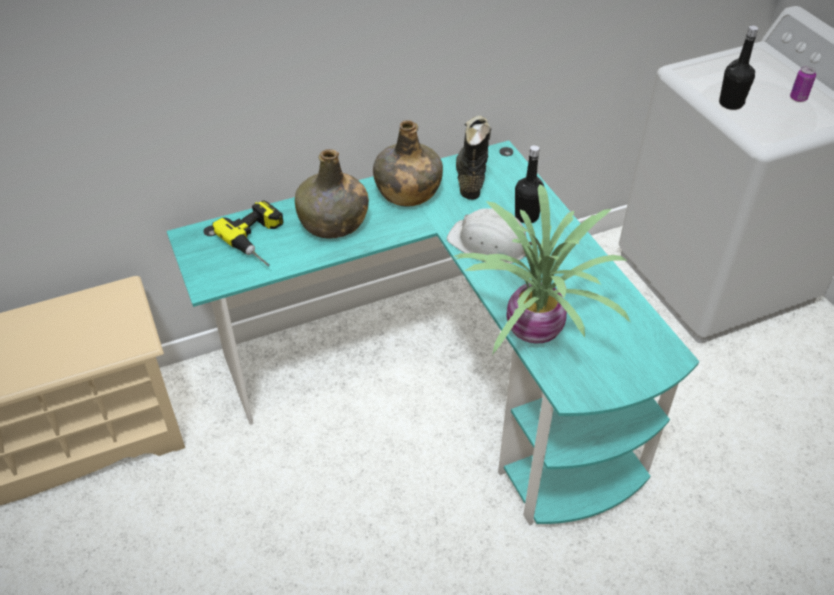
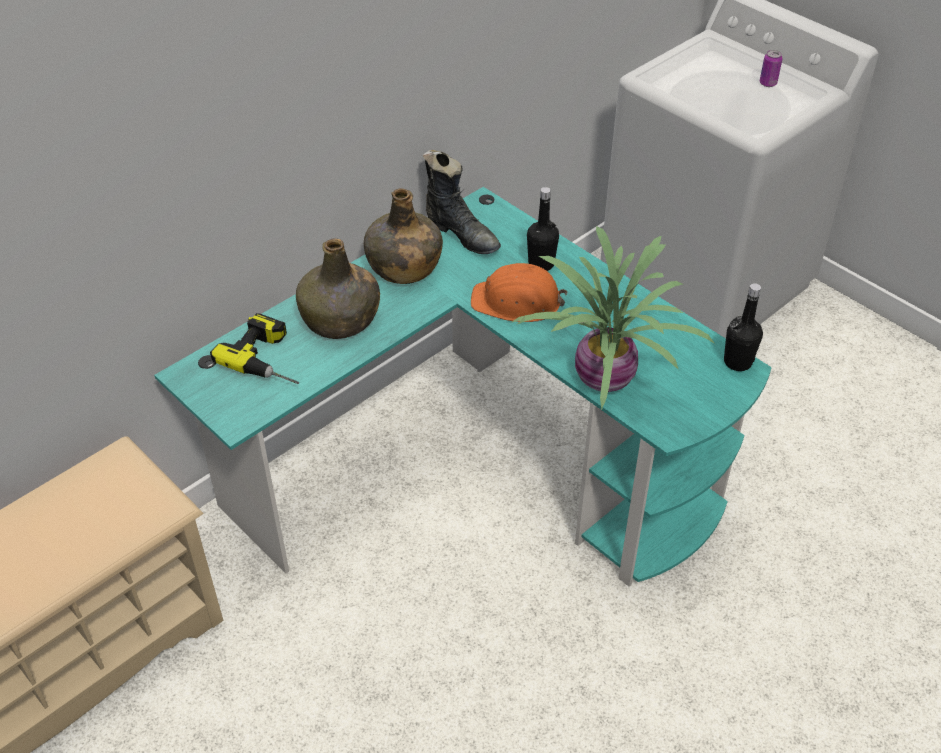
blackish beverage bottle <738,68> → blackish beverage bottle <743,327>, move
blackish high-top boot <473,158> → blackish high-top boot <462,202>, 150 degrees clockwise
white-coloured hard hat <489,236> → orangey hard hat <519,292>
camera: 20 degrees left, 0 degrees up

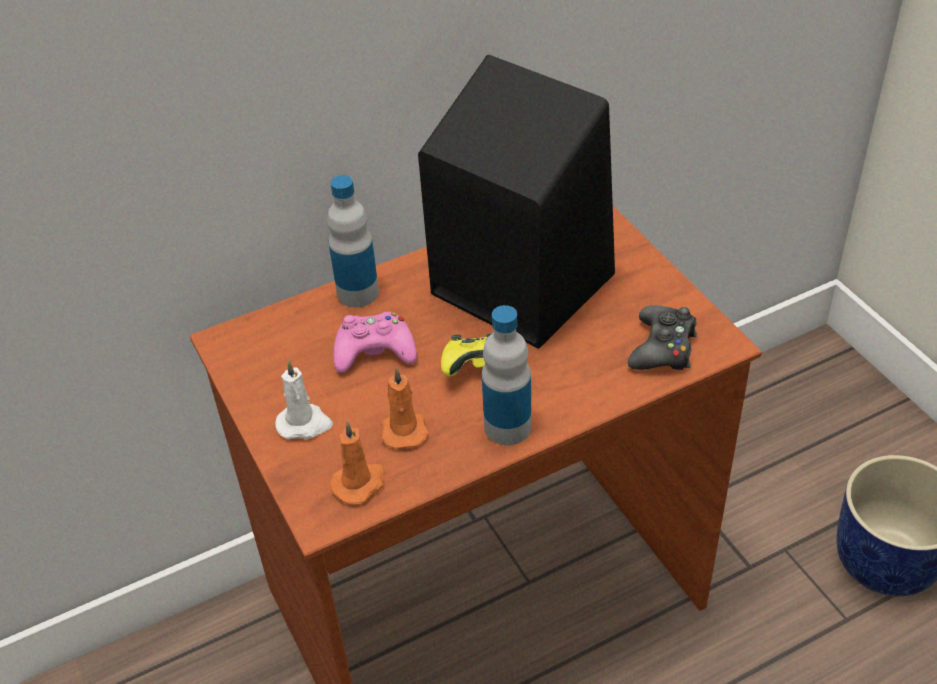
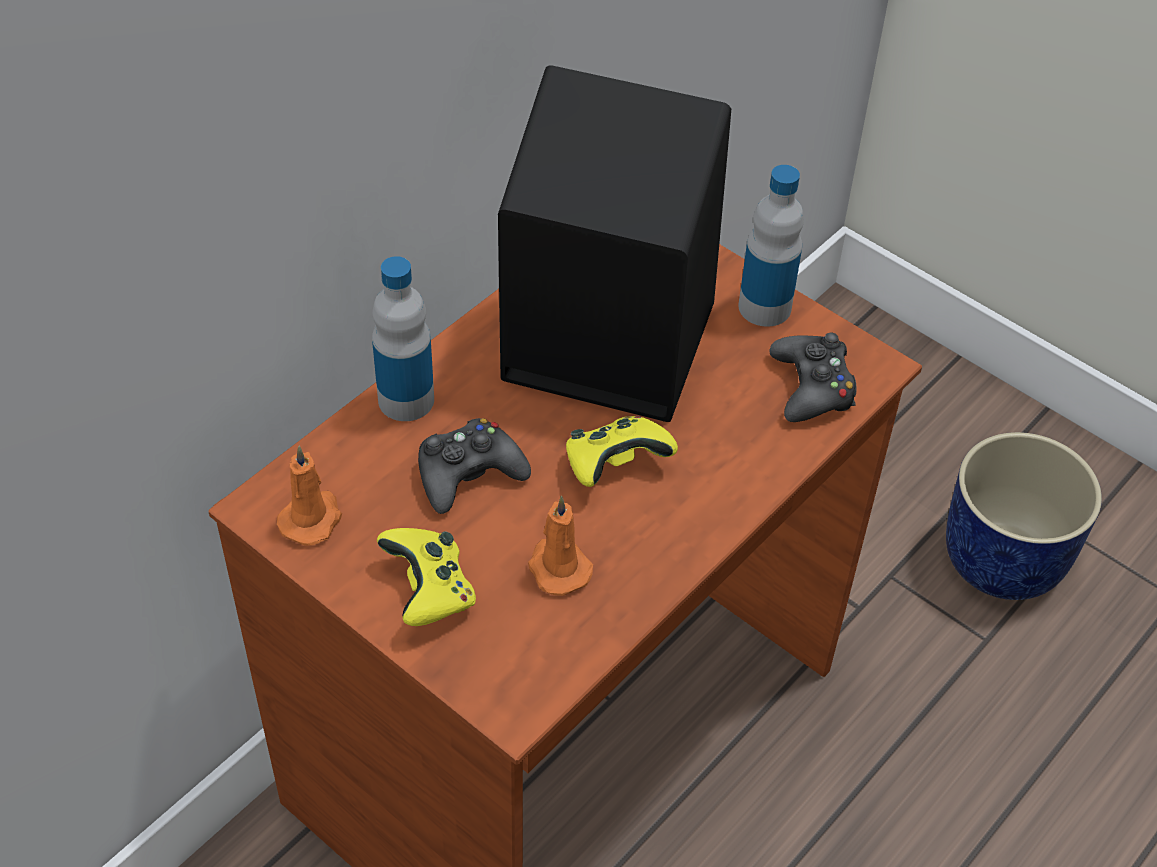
beverage bottle <506,375> → beverage bottle <771,246>, move
pinkish gamepad <375,342> → blackish gamepad <474,466>
white-coloured candle <304,399> → yellow-coloured gamepad <426,577>
orangey candle <358,463> → orangey candle <309,496>, move
camera: 25 degrees left, 5 degrees up

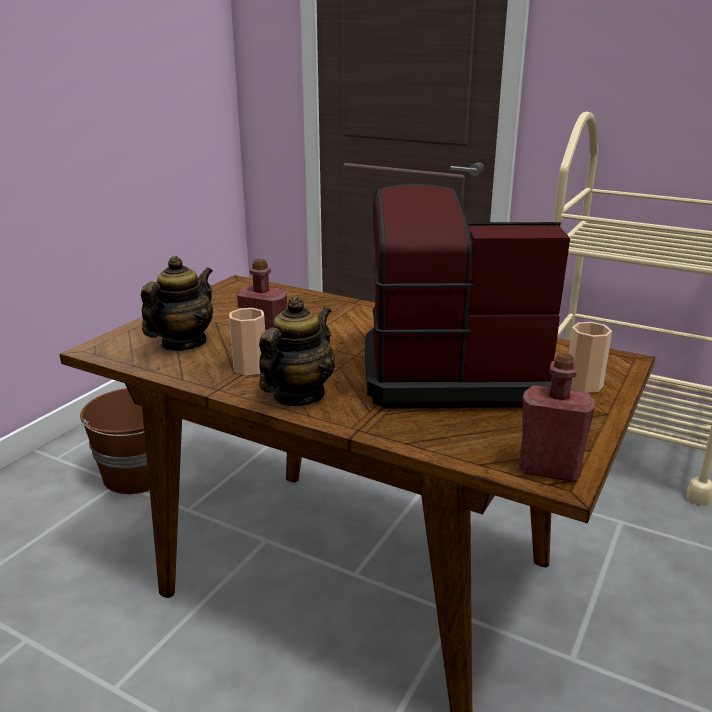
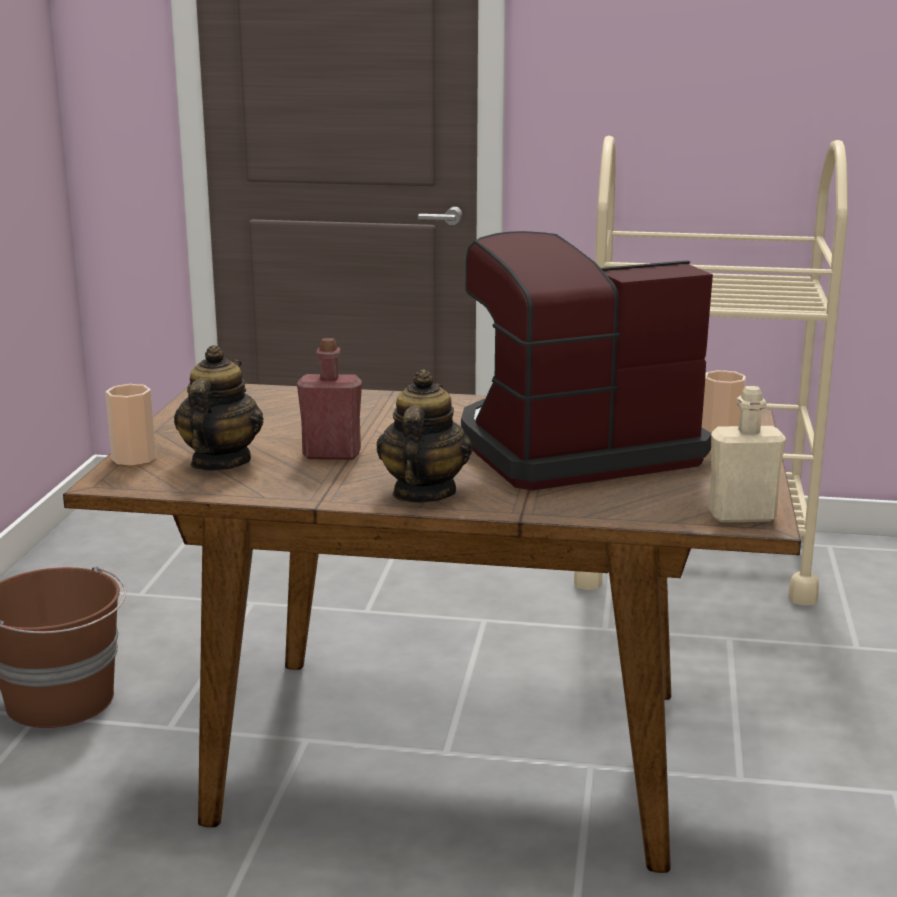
cup <247,342> → cup <131,425>, move
red-coloured beverage bottle <557,417> → beige beverage bottle <747,454>
camera: 20 degrees left, 5 degrees down

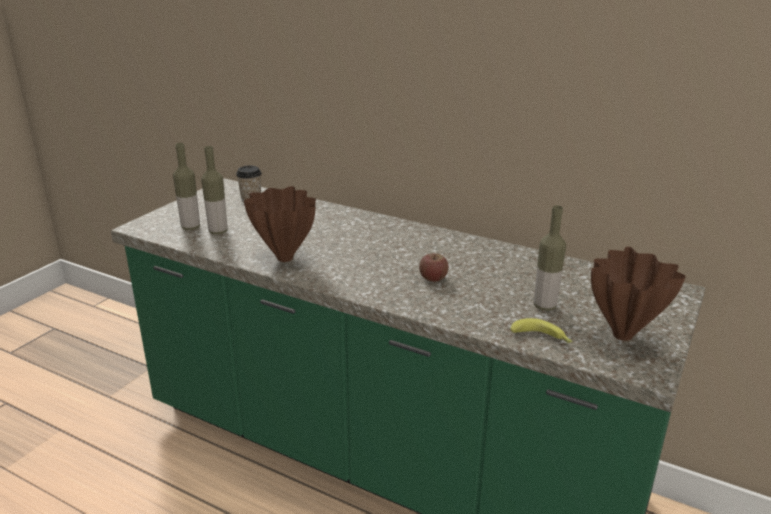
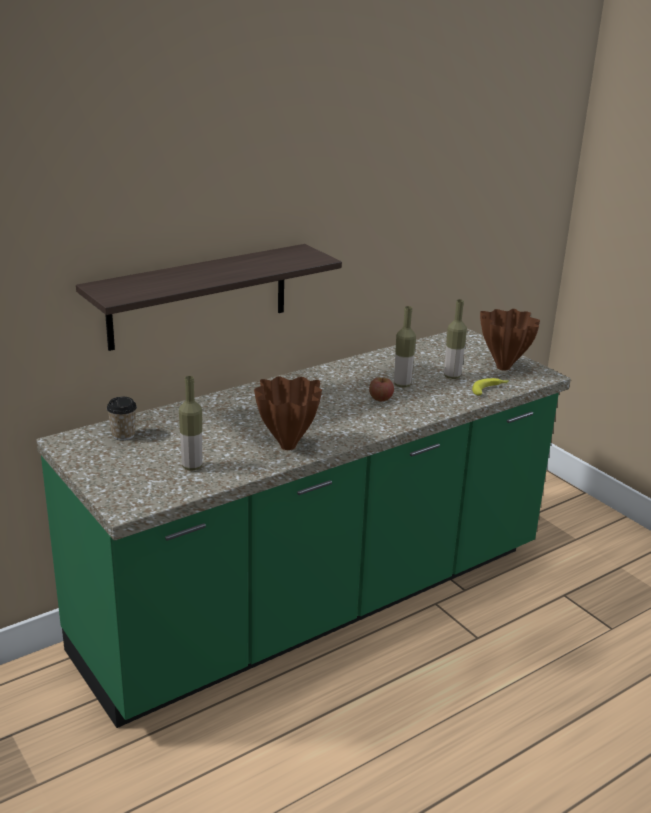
beverage bottle <186,186> → beverage bottle <405,346>, move
- → shelf <209,297>
camera: 65 degrees left, 0 degrees up

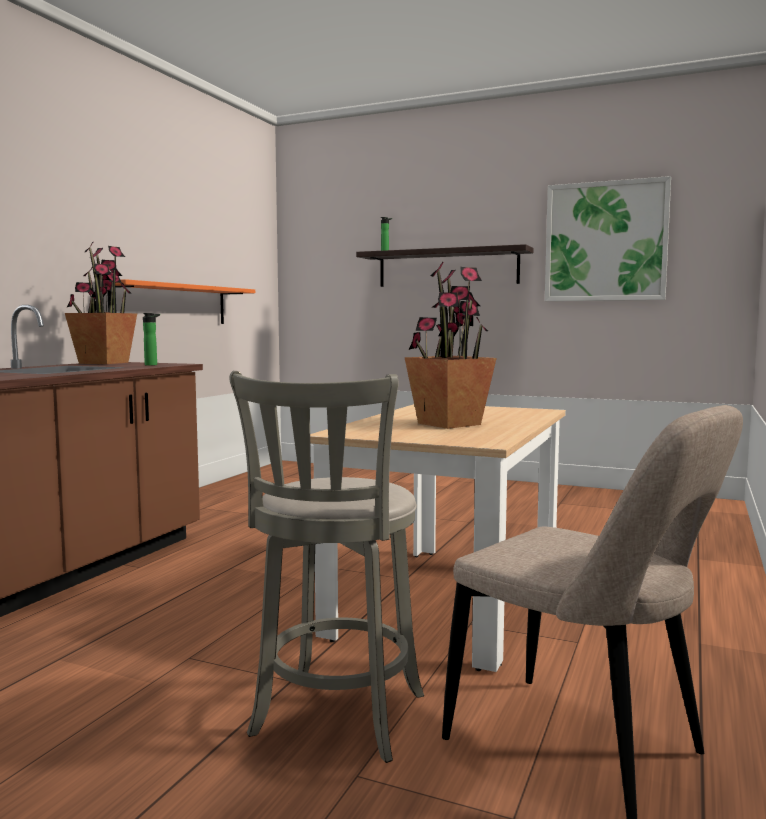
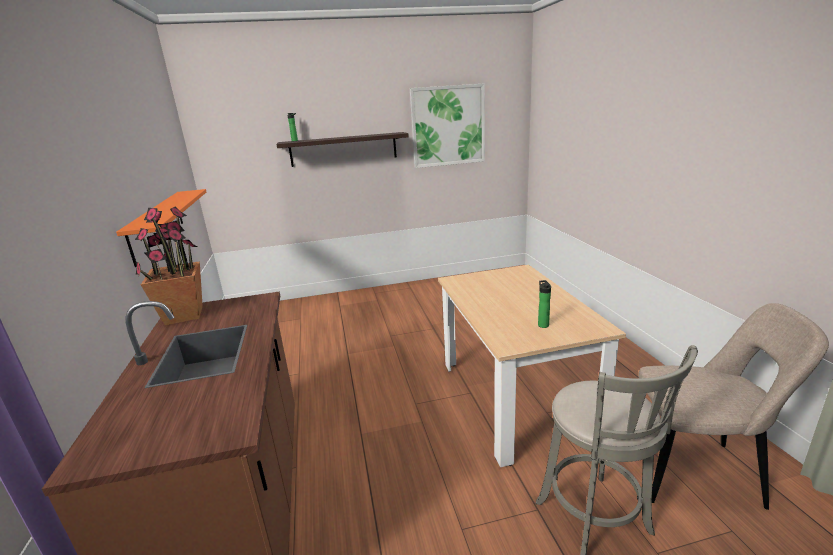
houseplant <450,345> → -
beverage bottle <151,339> → beverage bottle <544,304>, move
camera: 35 degrees left, 15 degrees up

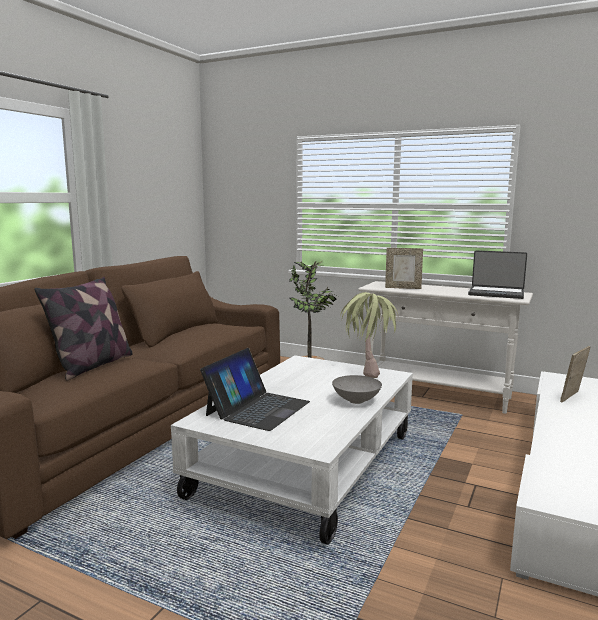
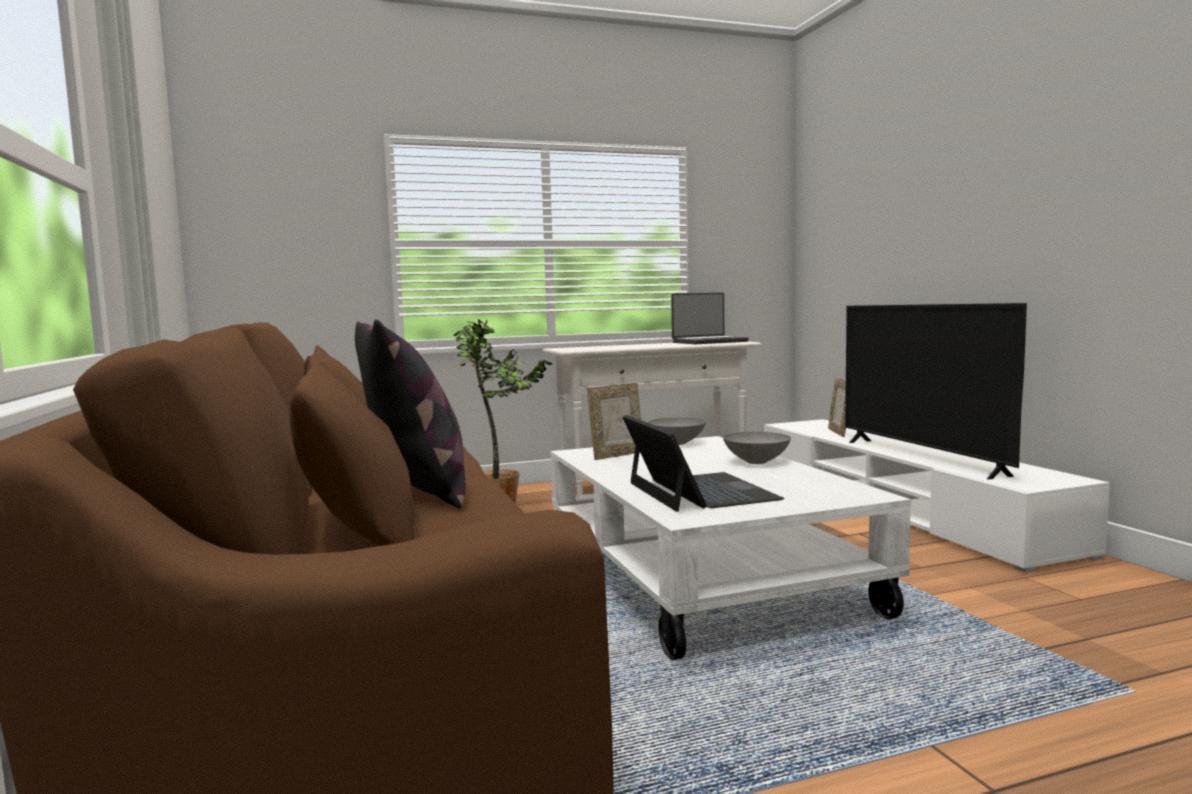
standing frame <404,268> → standing frame <614,421>, move
houseplant <369,335> → greyish bowl <677,431>
- → television <936,391>
camera: 45 degrees left, 5 degrees down

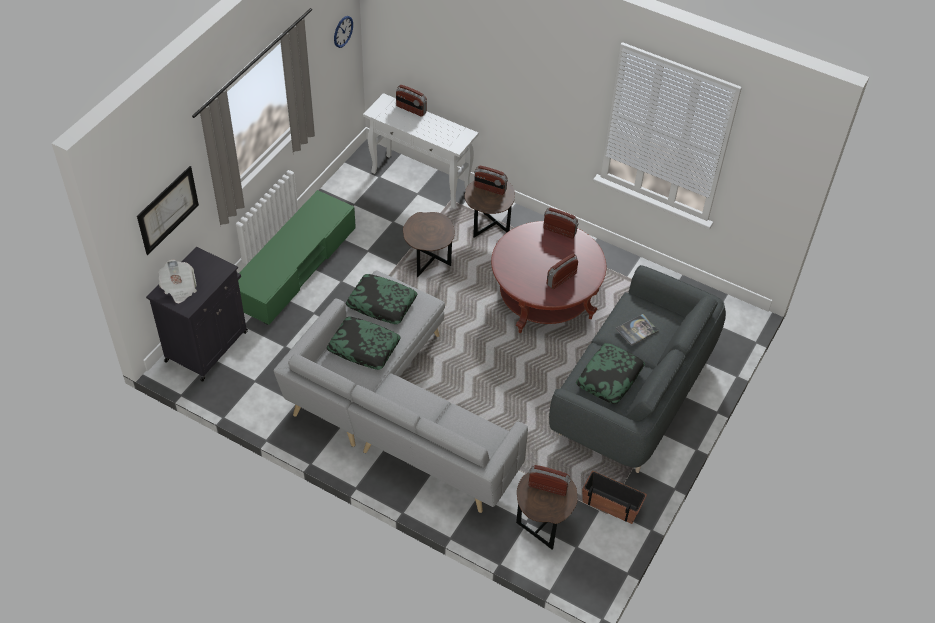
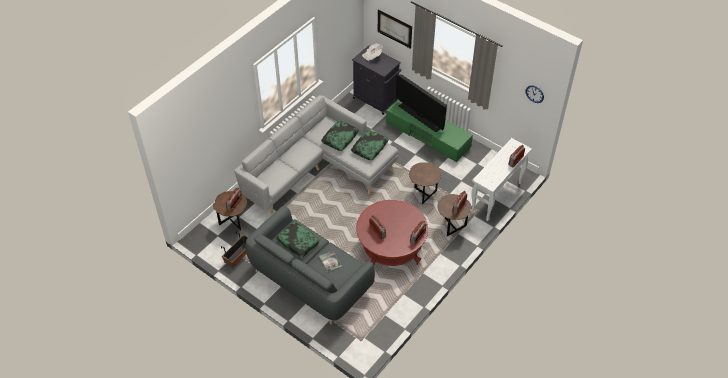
- → television <421,103>
camera: 100 degrees right, 0 degrees up

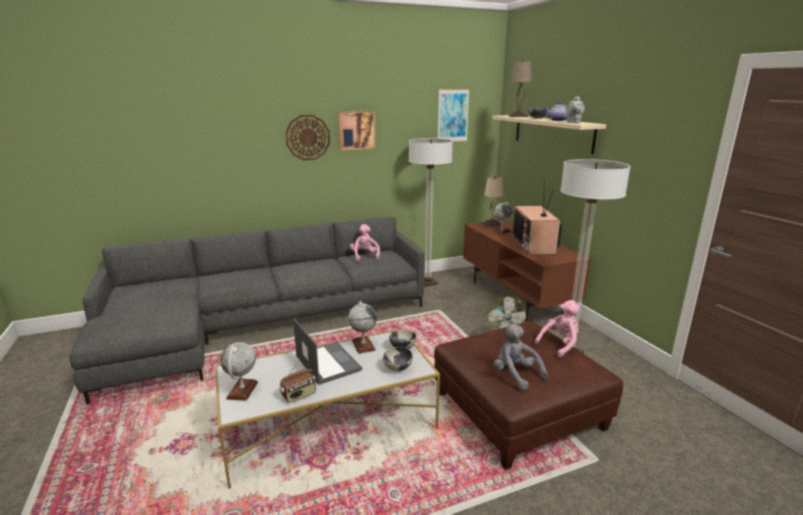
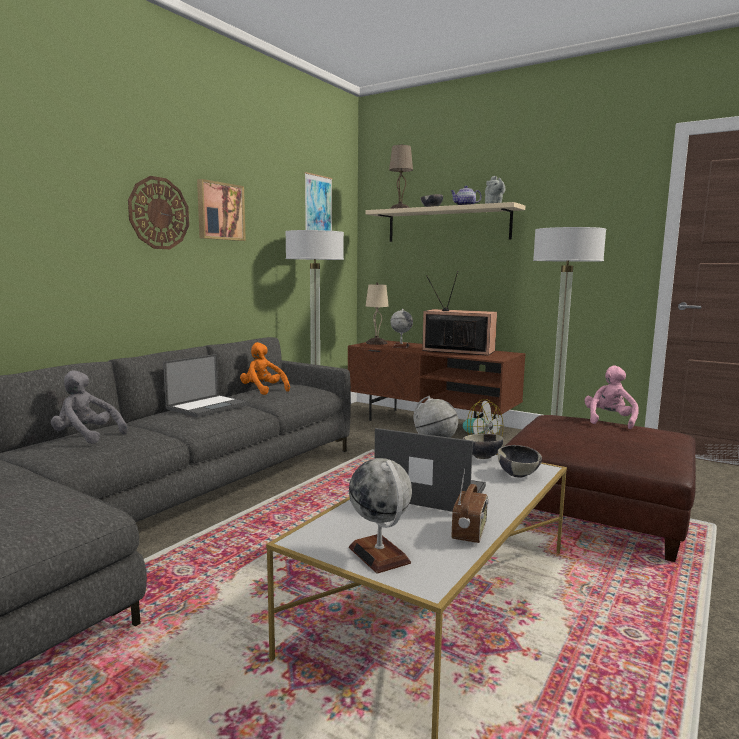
television <537,217> → television <459,313>, 150 degrees clockwise
pinkish cuddly toy <365,242> → orangey cuddly toy <265,368>
greyish cuddly toy <521,357> → greyish cuddly toy <89,407>, move
- → portable computer <206,385>
camera: 35 degrees left, 10 degrees down

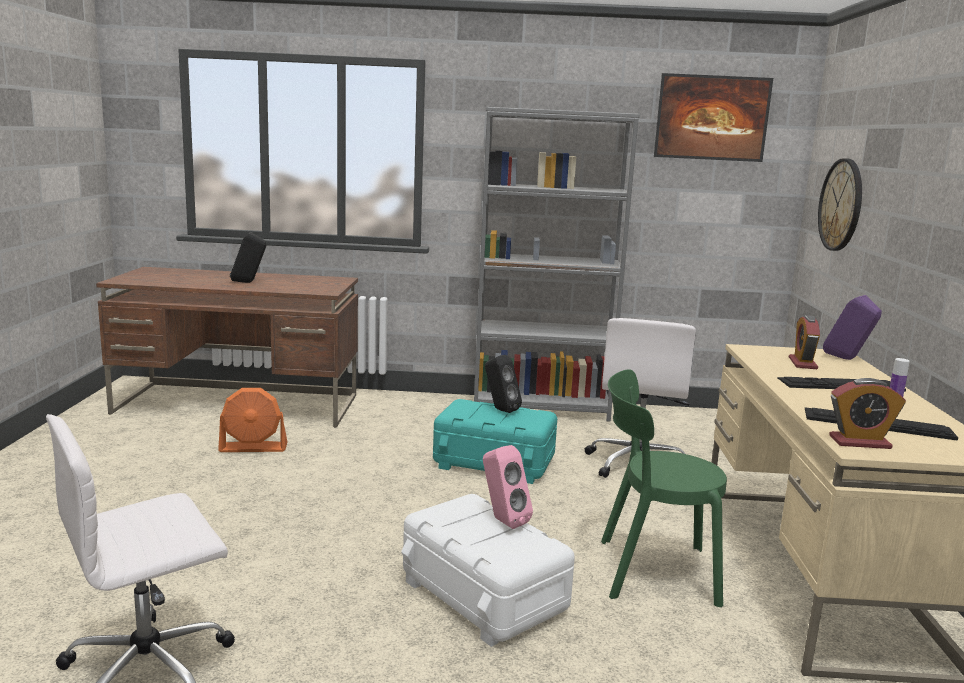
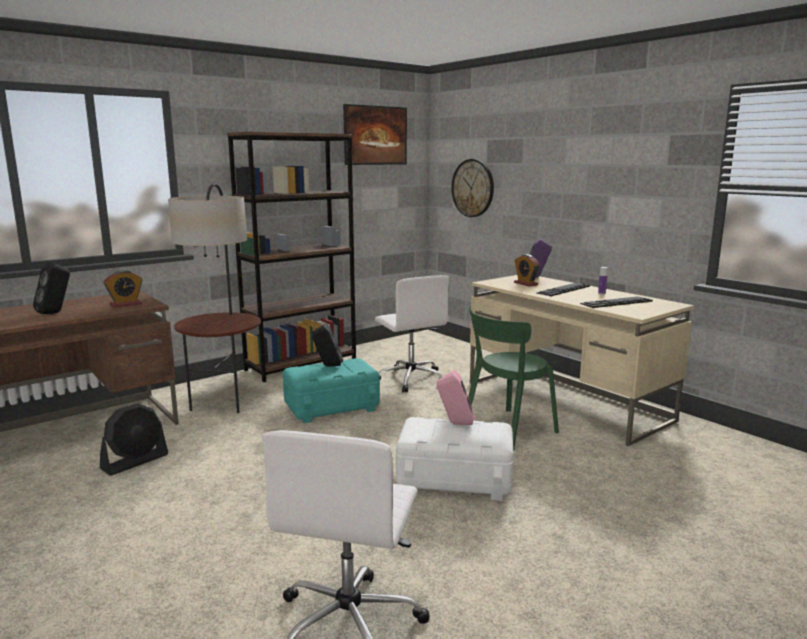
greyish bookshelf <557,264> → brown-coloured bookshelf <291,257>
table clock <867,413> → table clock <123,289>, move
orangey fan <252,420> → blackish fan <134,439>
- → floor lamp <214,298>
camera: 40 degrees left, 0 degrees up

